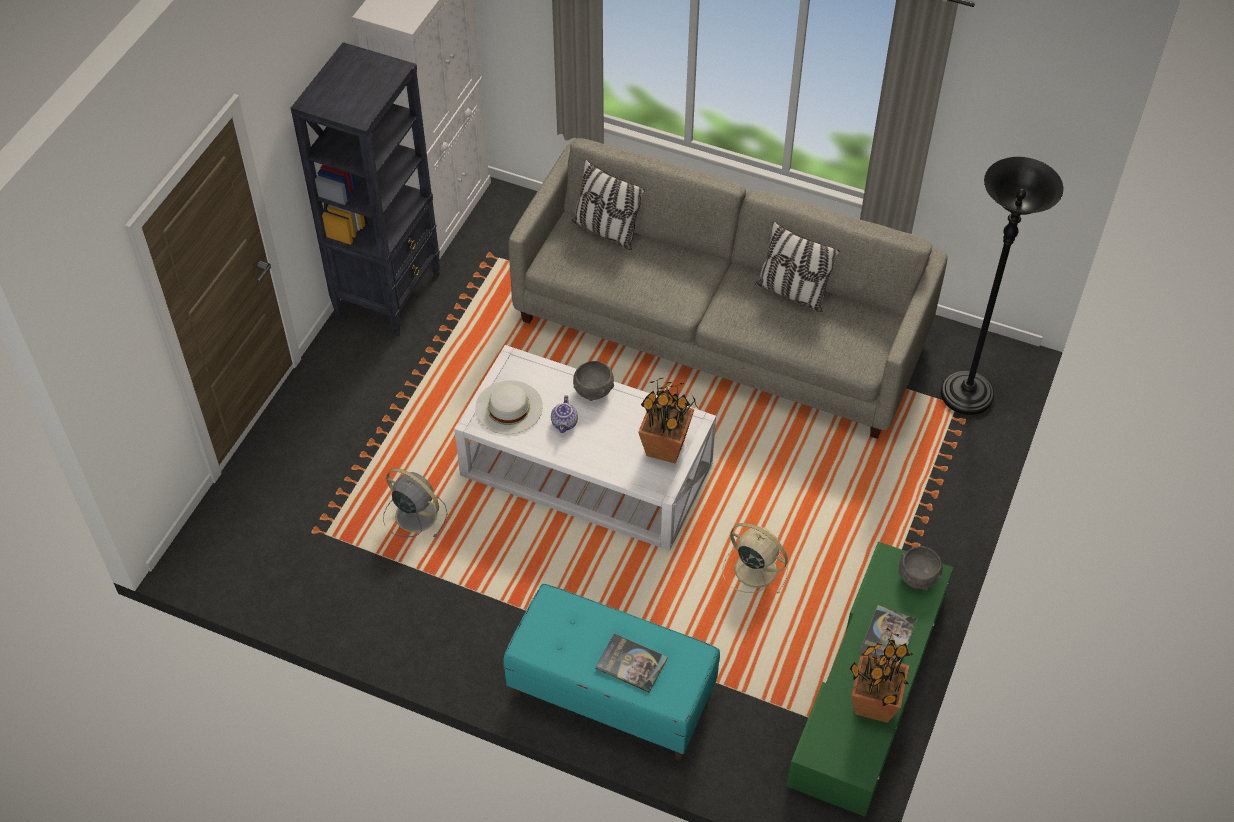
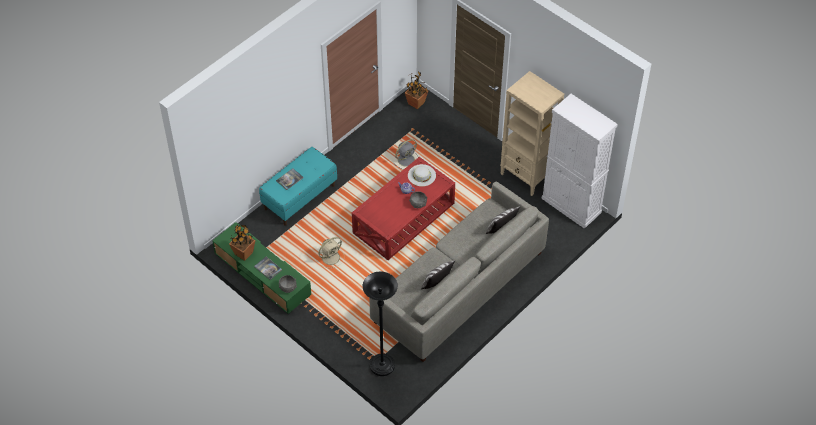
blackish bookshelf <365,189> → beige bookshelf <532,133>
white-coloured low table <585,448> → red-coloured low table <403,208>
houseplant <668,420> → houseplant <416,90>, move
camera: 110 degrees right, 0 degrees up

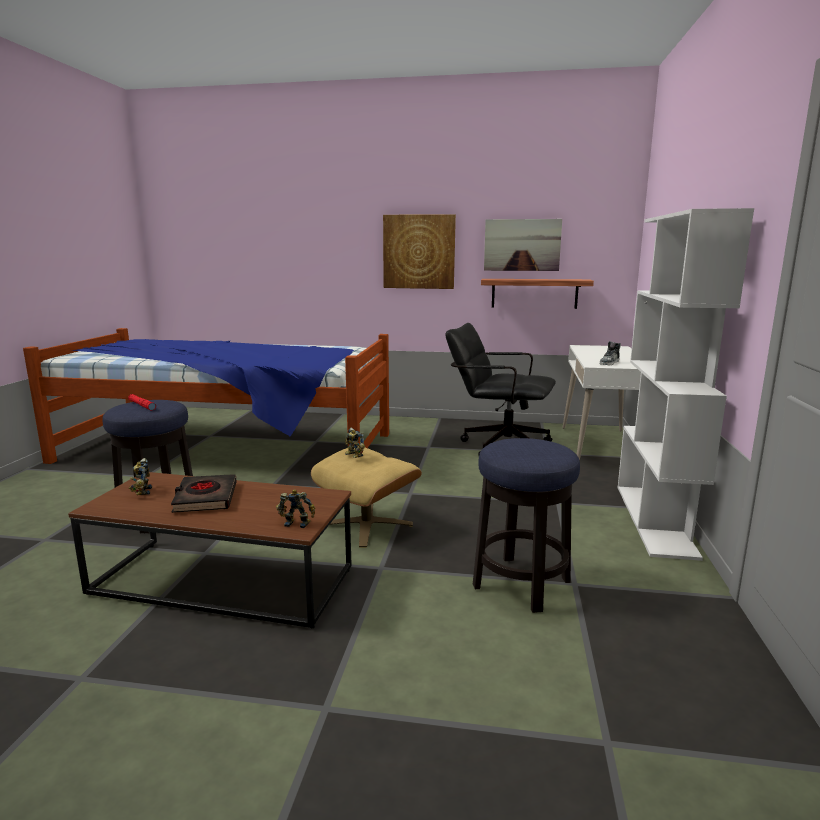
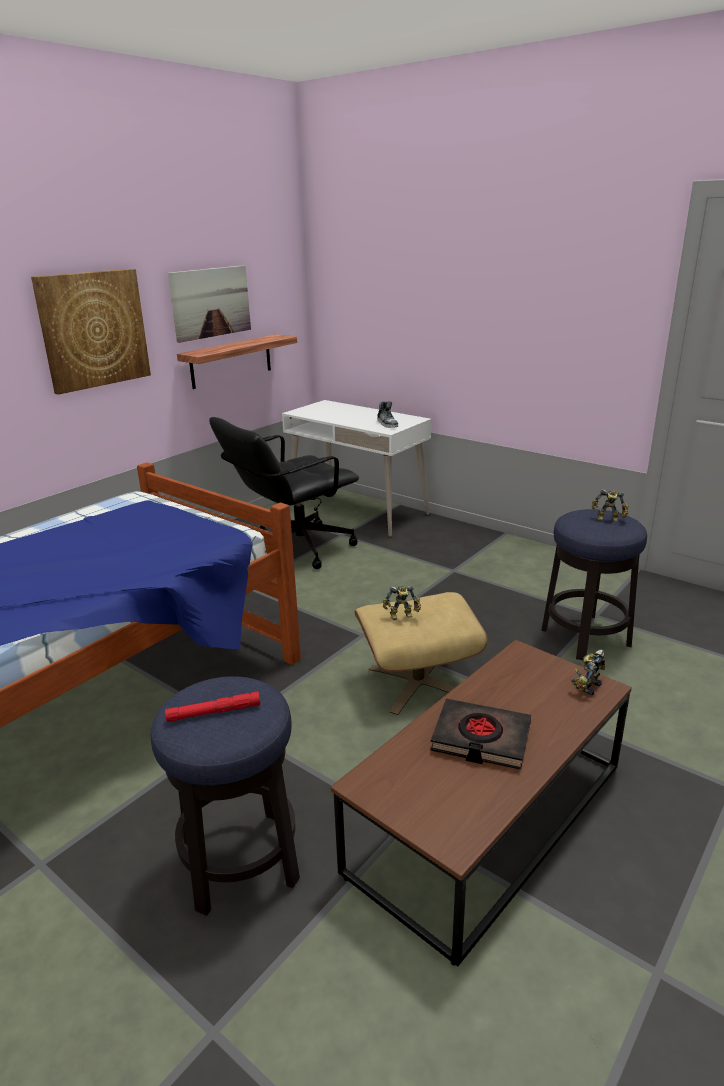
white-coloured bookshelf <686,384> → -
toy robot <140,476> → toy robot <610,505>, move
camera: 60 degrees left, 10 degrees up

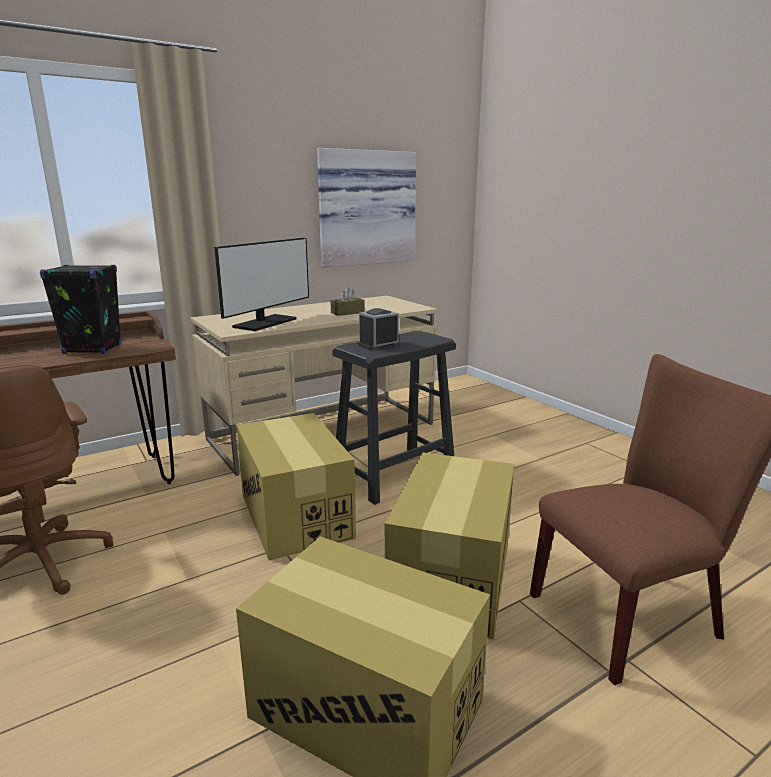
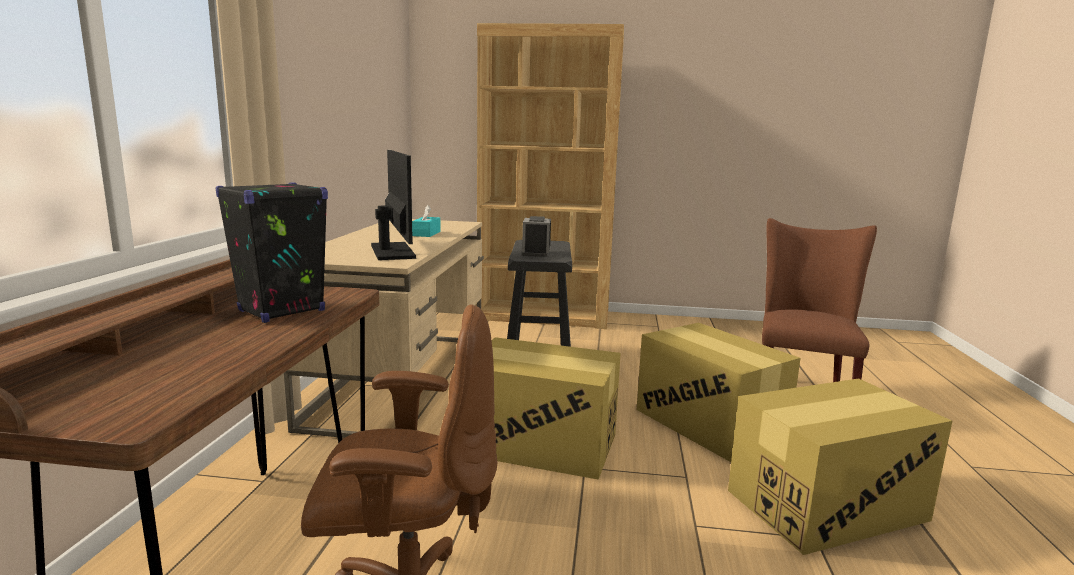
wall art <366,207> → -
brown-coloured tissue box <347,301> → blue-green tissue box <426,221>
- → brown-coloured bookshelf <550,176>
camera: 50 degrees left, 5 degrees down

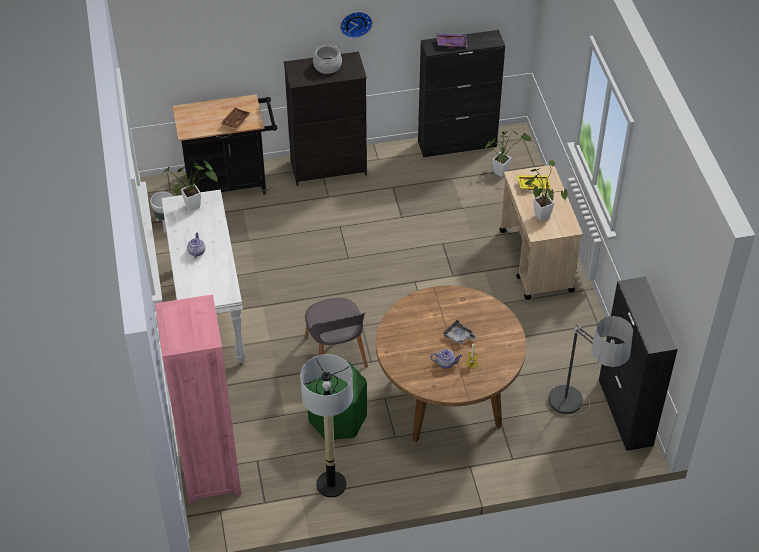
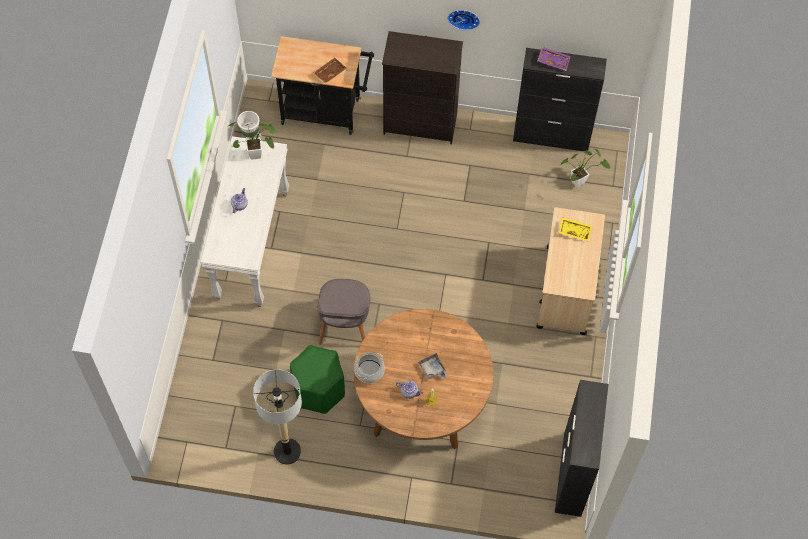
saucepot <327,59> → saucepot <369,368>, move
houseplant <546,190> → -
pinkish bookshelf <198,399> → -
floor lamp <590,365> → -
camera: 20 degrees right, 15 degrees up

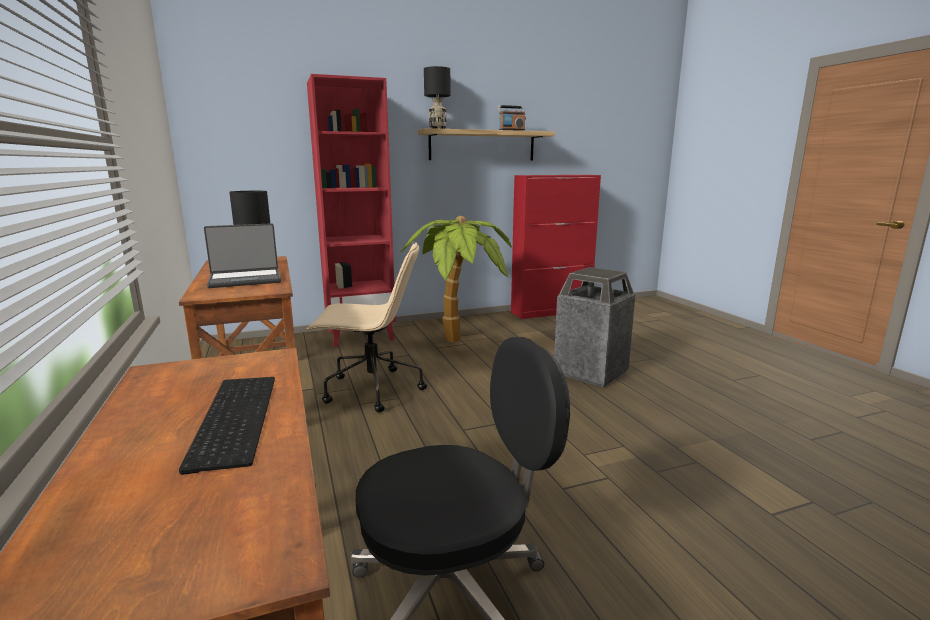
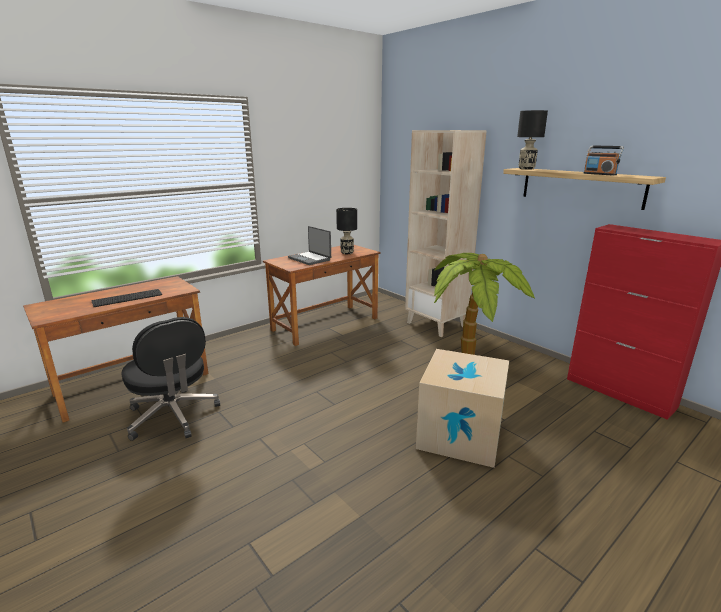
red-coloured bookshelf <351,210> → beige bookshelf <446,233>
beige office chair <366,328> → -
trash can <594,327> → packing box <462,408>
camera: 70 degrees right, 5 degrees up

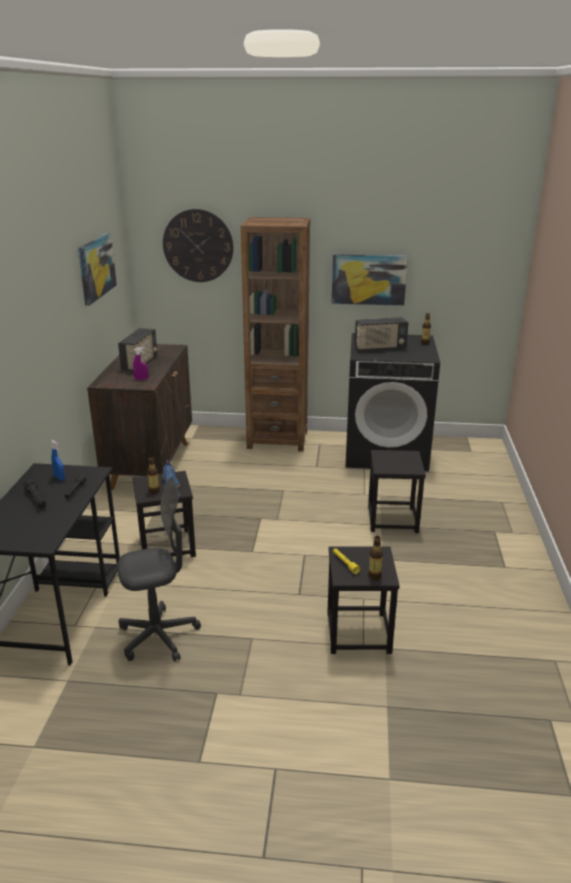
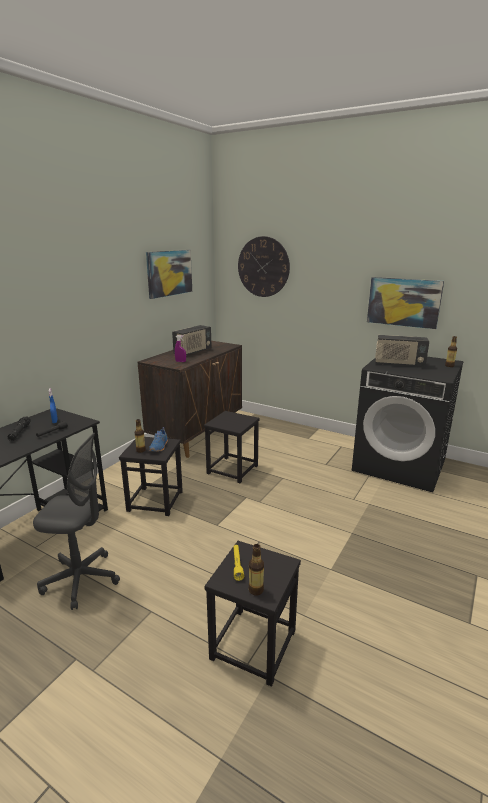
brown-coloured bookshelf <275,334> → -
blackish stool <397,491> → blackish stool <232,447>, move
camera: 25 degrees right, 5 degrees down

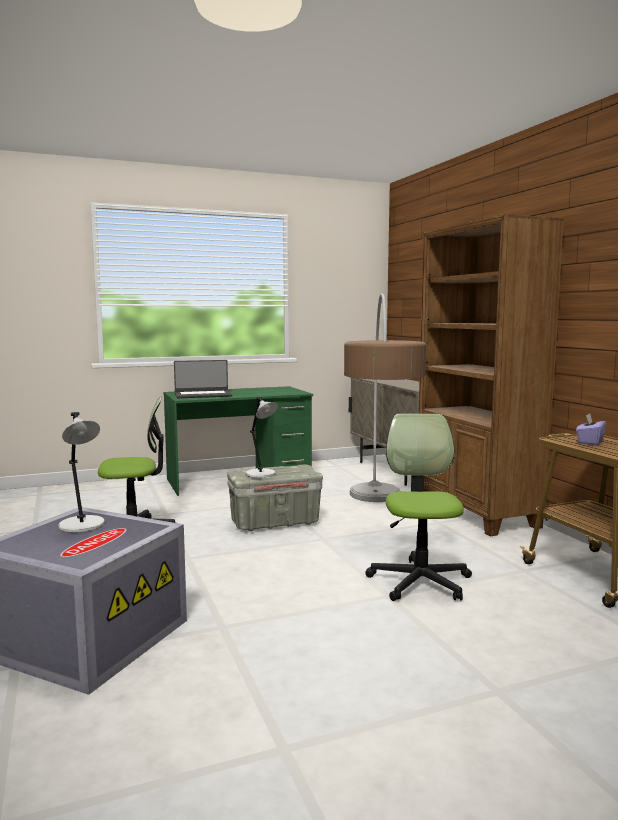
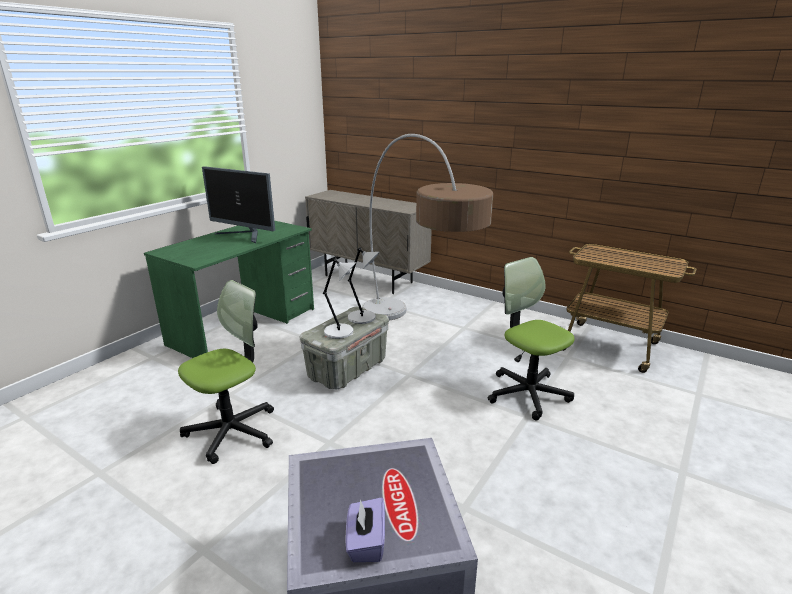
brown-coloured bookshelf <491,375> → -
portable computer <203,379> → -
greyish table lamp <81,472> → greyish table lamp <364,285>, move
purple-coloured tissue box <591,429> → purple-coloured tissue box <365,529>, move
- → computer screen <238,205>
camera: 35 degrees left, 15 degrees up

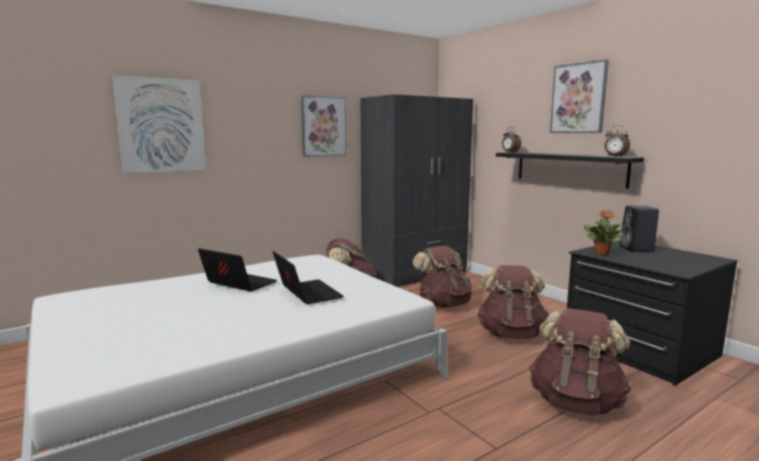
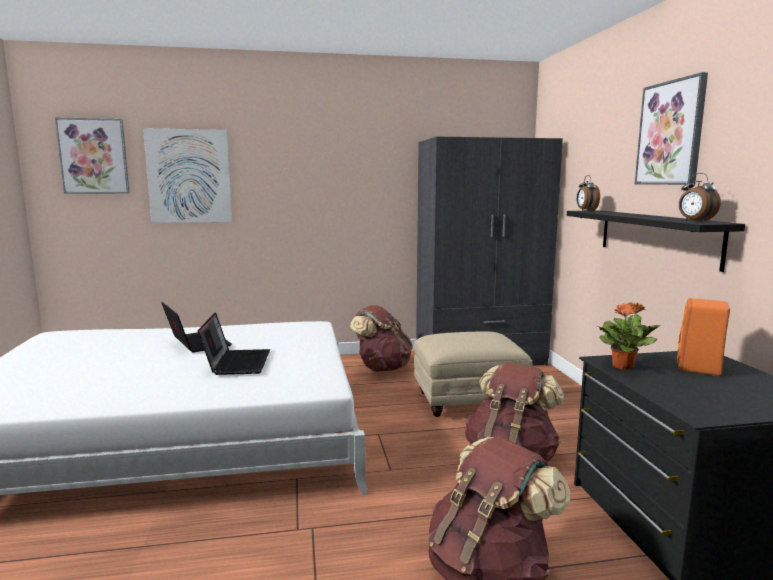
wall art <324,126> → wall art <92,155>, move
blackish loudspeaker <639,229> → orangey loudspeaker <703,337>
brown-coloured rucksack <442,276> → beige pouffe <473,374>
camera: 25 degrees right, 0 degrees up

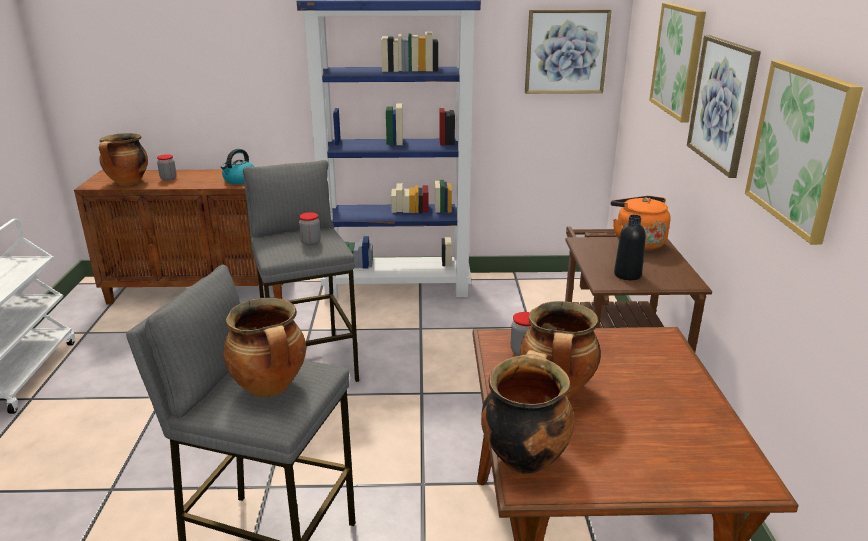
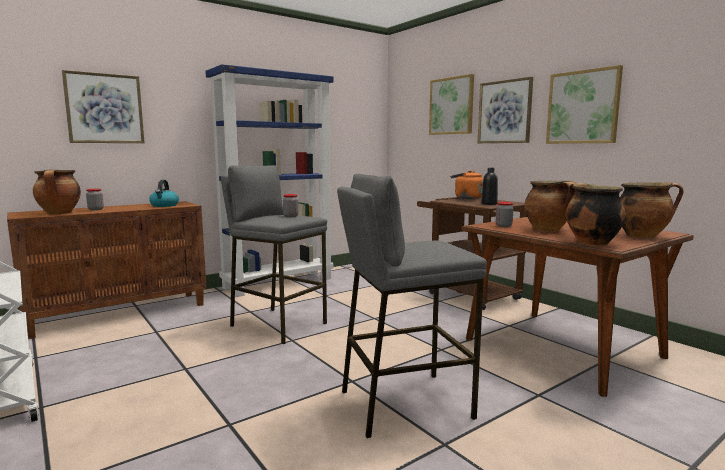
wall art <568,51> → wall art <103,106>, move
saucepot <264,347> → saucepot <651,210>, move
camera: 35 degrees left, 15 degrees down

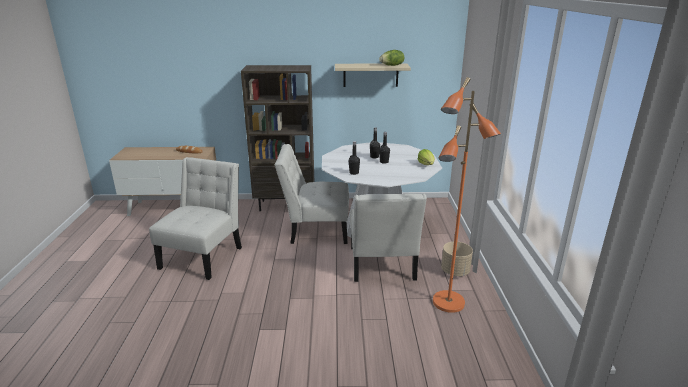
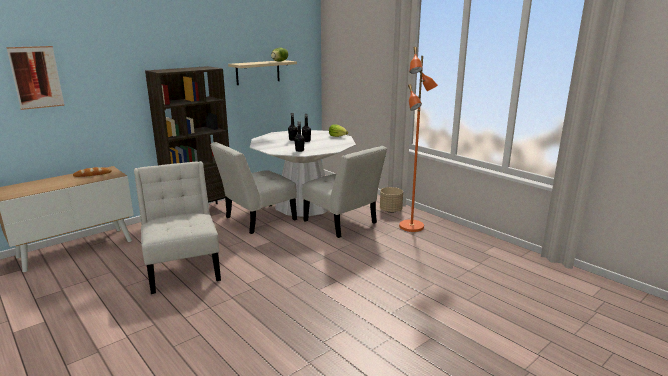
- → wall art <35,78>
camera: 40 degrees left, 5 degrees down

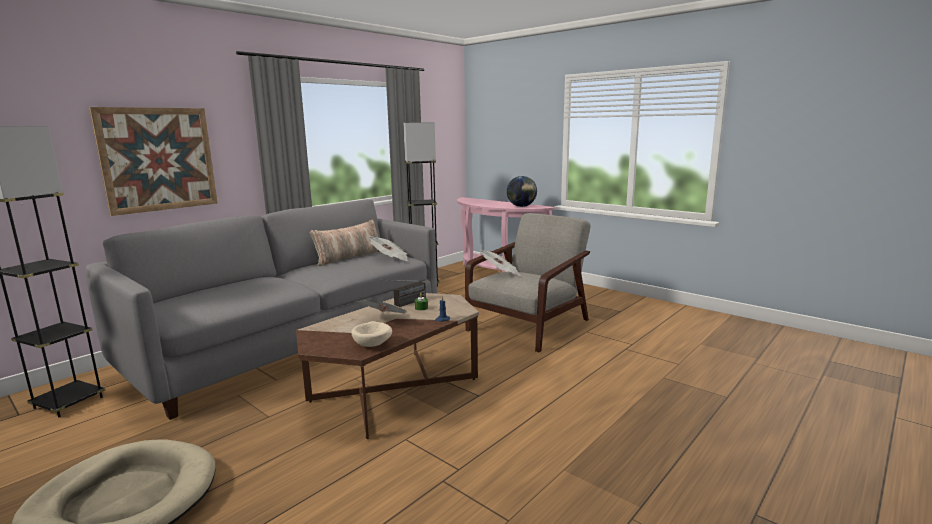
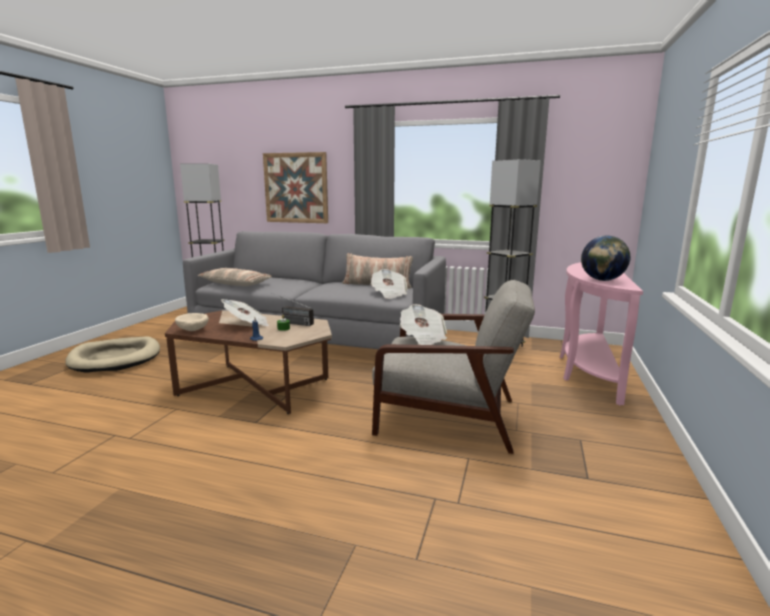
- → throw pillow <235,277>
camera: 65 degrees right, 0 degrees up

